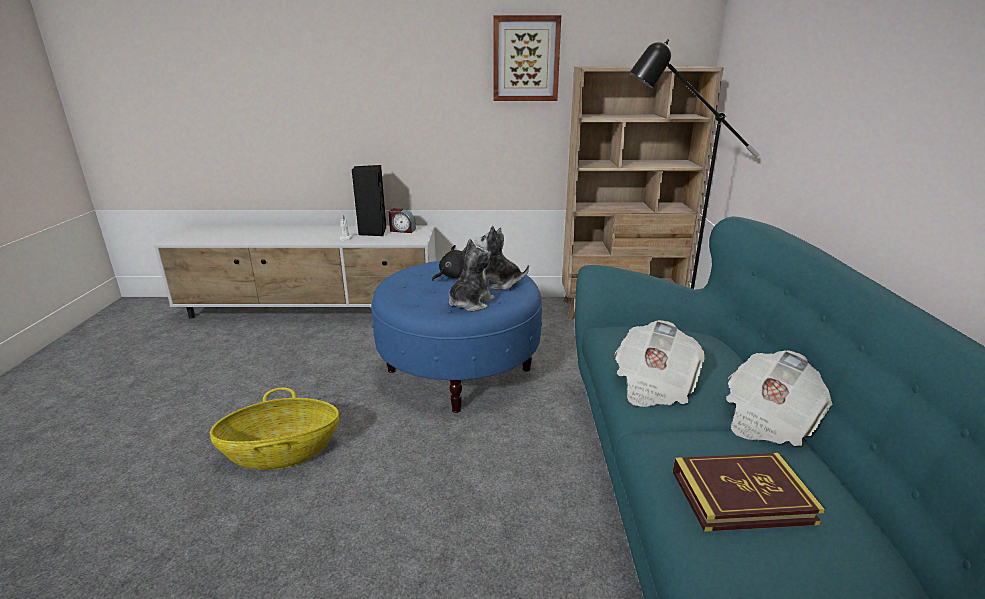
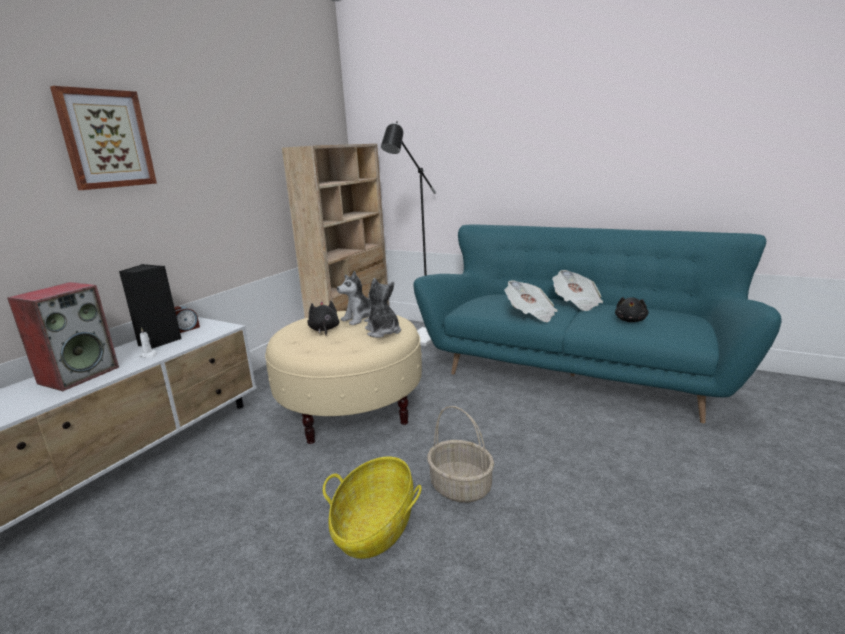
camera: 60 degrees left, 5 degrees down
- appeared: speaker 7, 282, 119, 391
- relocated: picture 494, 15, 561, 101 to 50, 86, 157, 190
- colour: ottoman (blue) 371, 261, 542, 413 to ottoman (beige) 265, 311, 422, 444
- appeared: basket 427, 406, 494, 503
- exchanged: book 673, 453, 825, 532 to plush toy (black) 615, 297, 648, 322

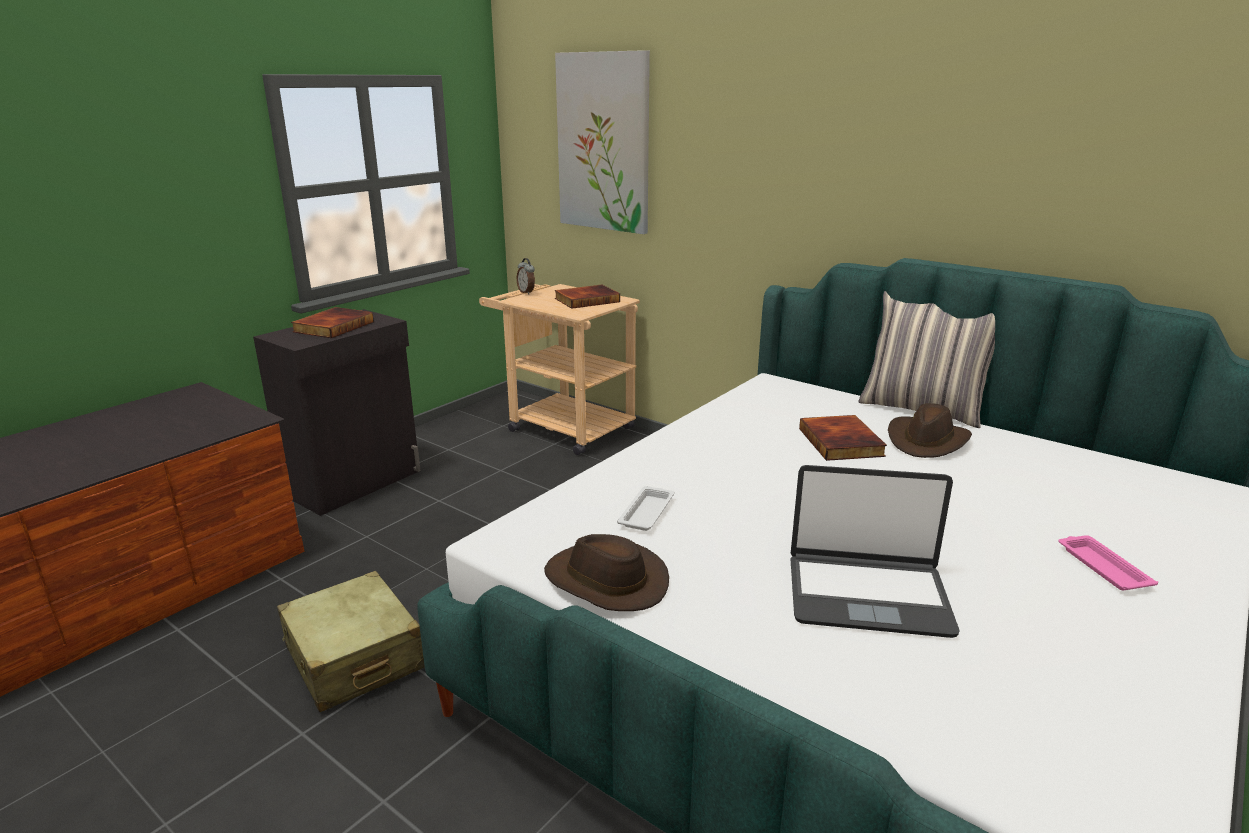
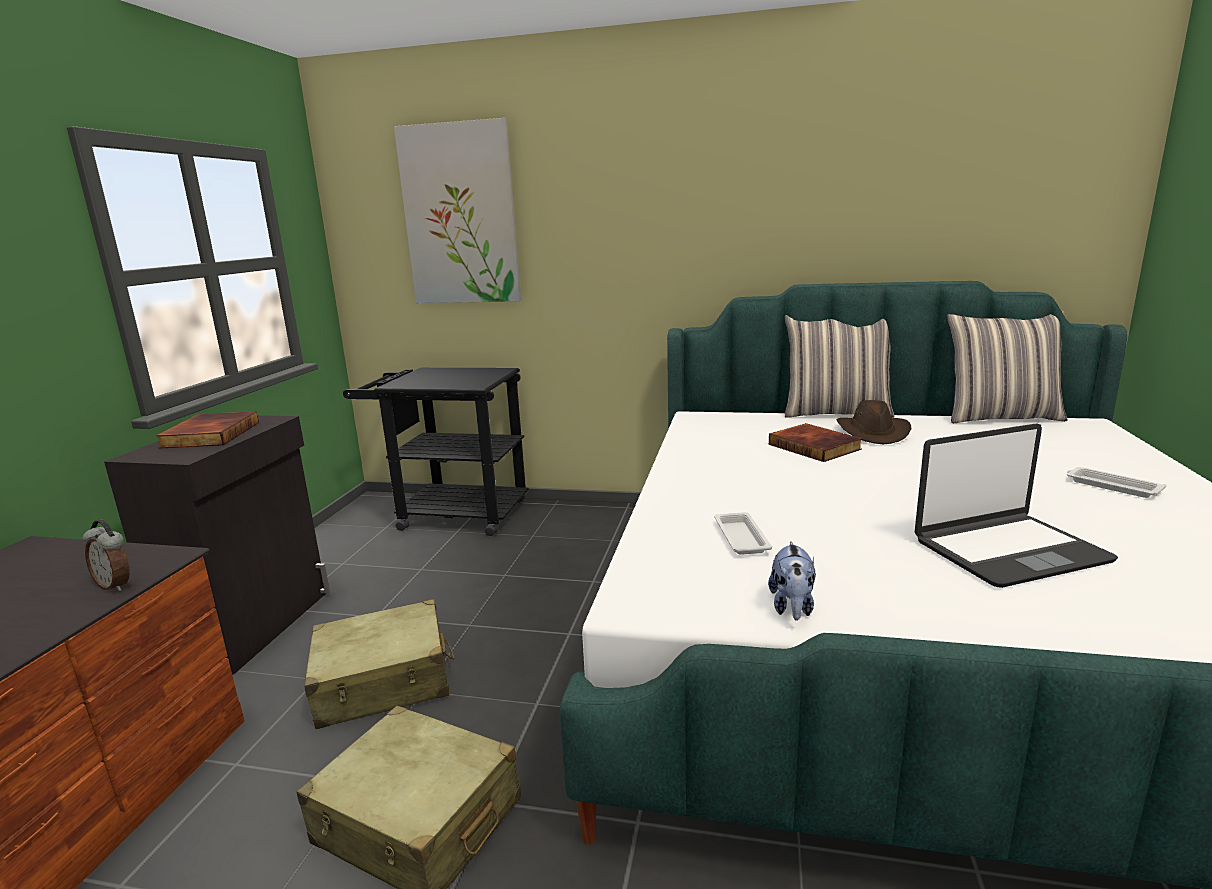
camera: 25 degrees left, 5 degrees down
- relocated: alarm clock 517, 258, 535, 294 to 83, 520, 130, 592
- appeared: suitcase (beige) 304, 599, 455, 729
- colour: cart (beige) 479, 284, 640, 455 to cart (black) 343, 368, 529, 536
- exchanged: hat (brown) 544, 534, 669, 611 to plush toy 768, 541, 816, 621
- appeared: pillow 947, 311, 1068, 423
- colour: tray (pink) 1058, 535, 1158, 590 to tray (white) 1067, 467, 1166, 498
- missing: book 555, 285, 620, 309

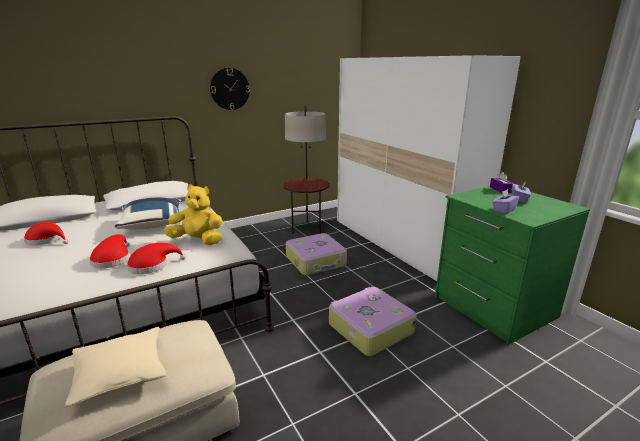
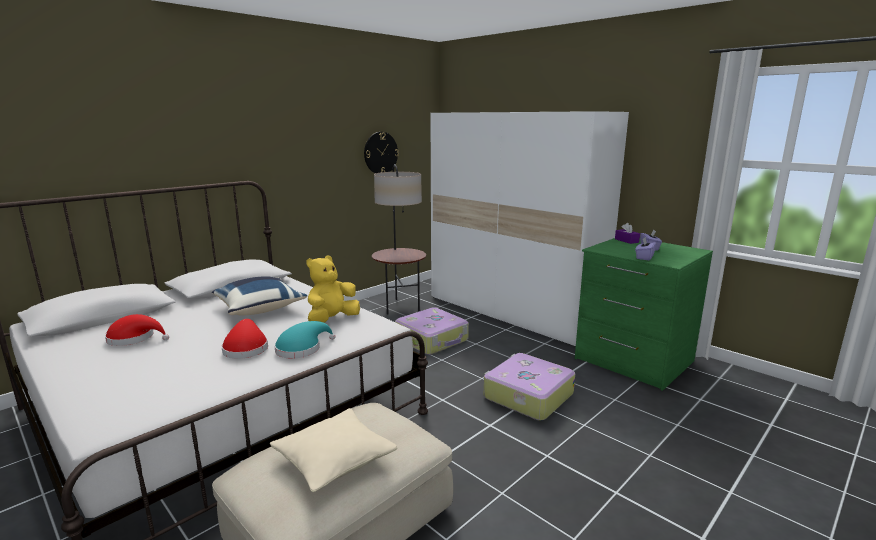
camera: 15 degrees left, 5 degrees down
- colour: hat (red) 127, 243, 186, 274 to hat (turquoise) 274, 321, 336, 358
- spun: plush toy (yellow) 164, 184, 223, 245 = 307, 255, 360, 323 45 degrees counterclockwise
- relocated: wall clock 210, 68, 250, 110 to 364, 132, 399, 173

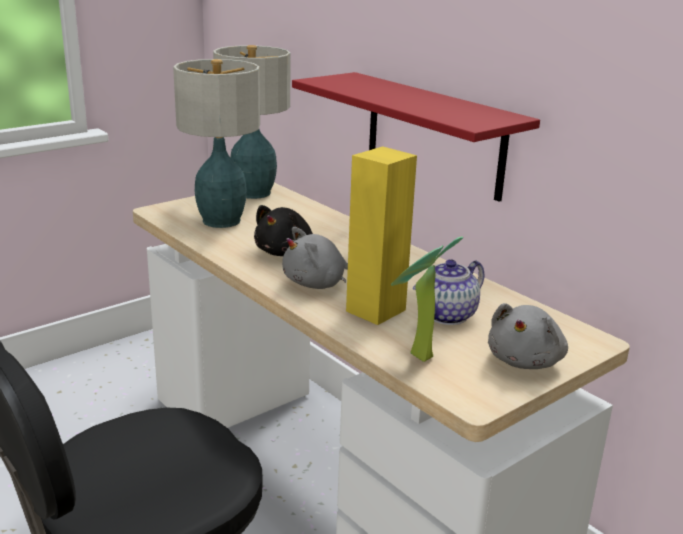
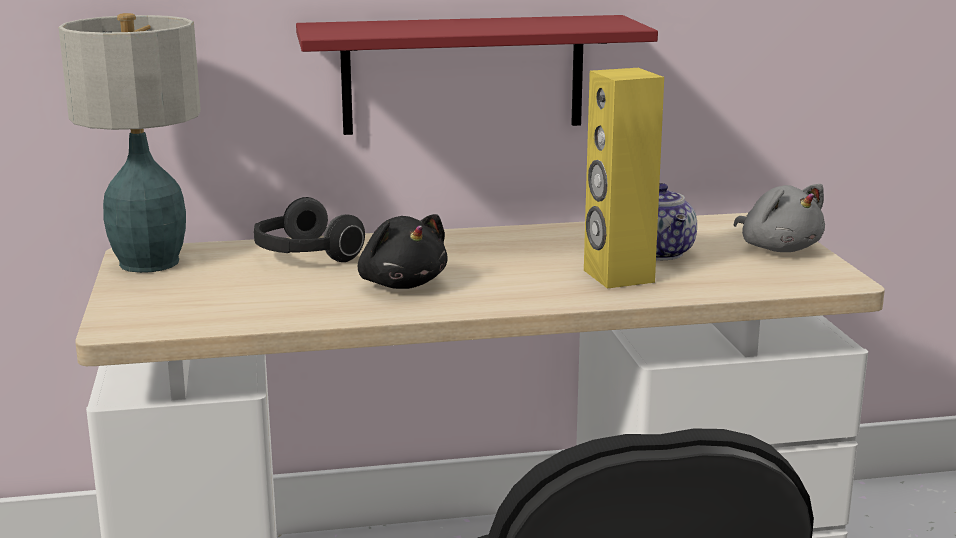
camera: 60 degrees left, 5 degrees down
- appeared: headphones 254, 197, 365, 262
- missing: table lamp 173, 59, 260, 228
- missing: plush toy (grey) 282, 227, 348, 289
- missing: potted plant 391, 237, 463, 362

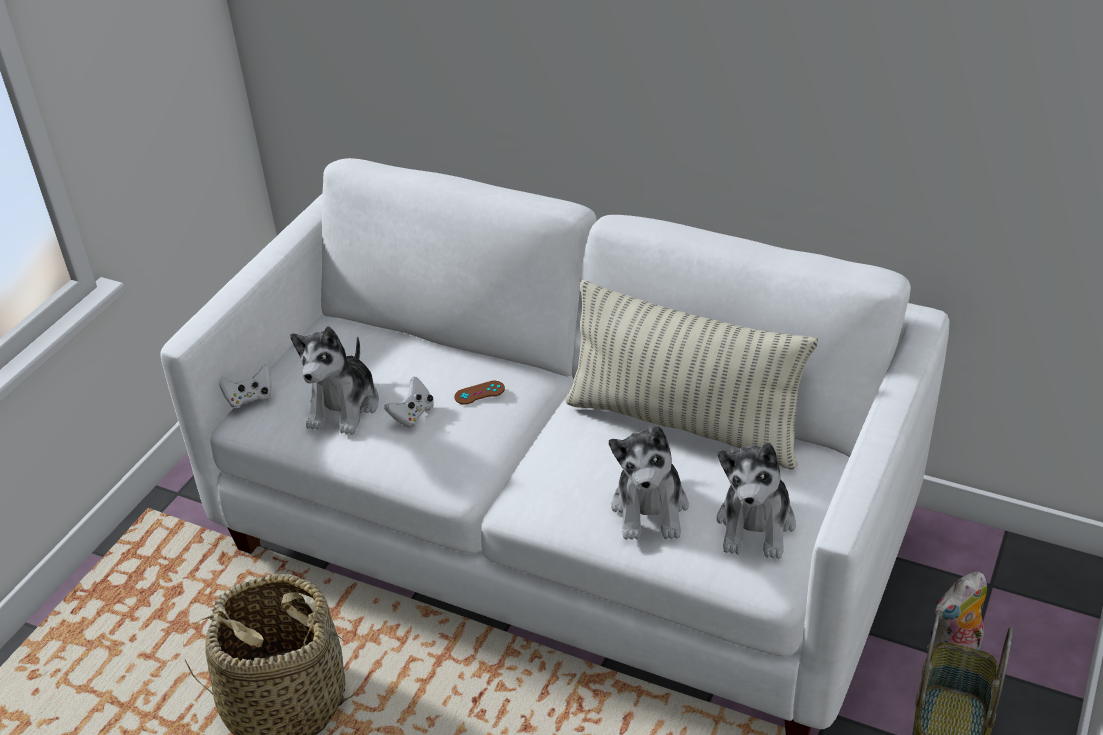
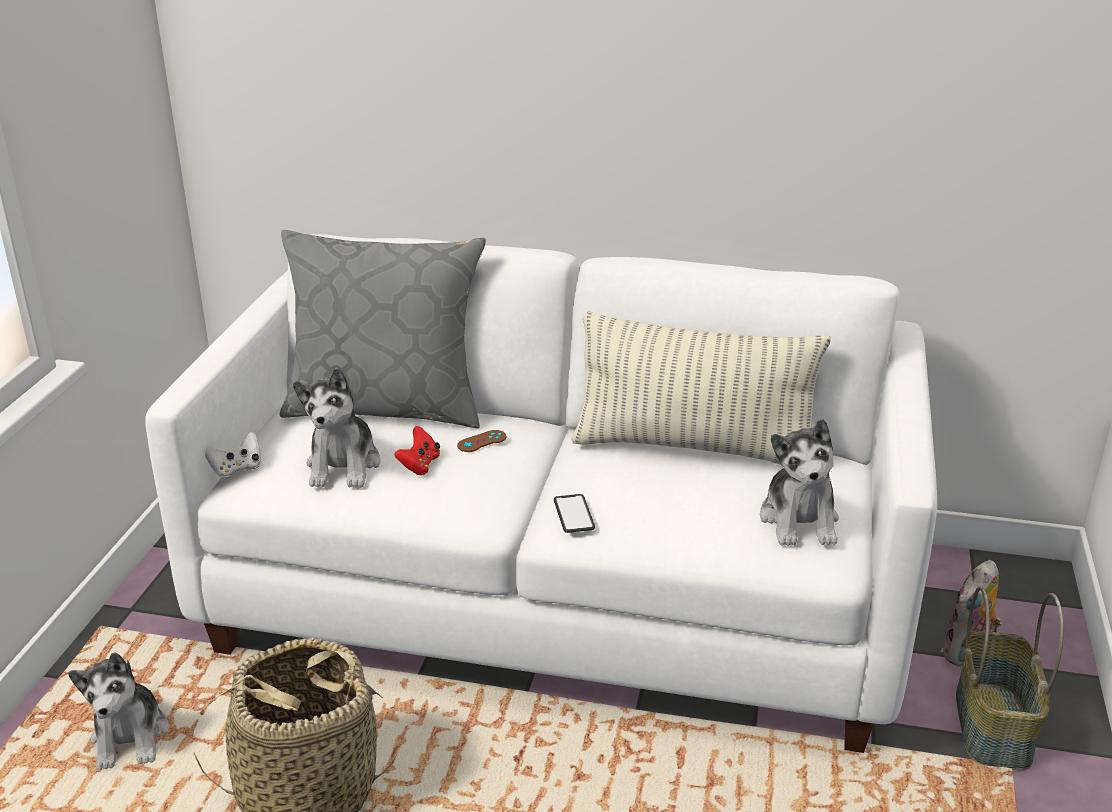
camera: 15 degrees left, 10 degrees down
- relocated: plush toy 609, 426, 689, 540 to 68, 652, 169, 770
- appeared: pillow (grey) 280, 230, 486, 428
- colour: game controller (white) 384, 376, 434, 428 to game controller (red) 394, 426, 440, 475
- appeared: phone 554, 494, 595, 533

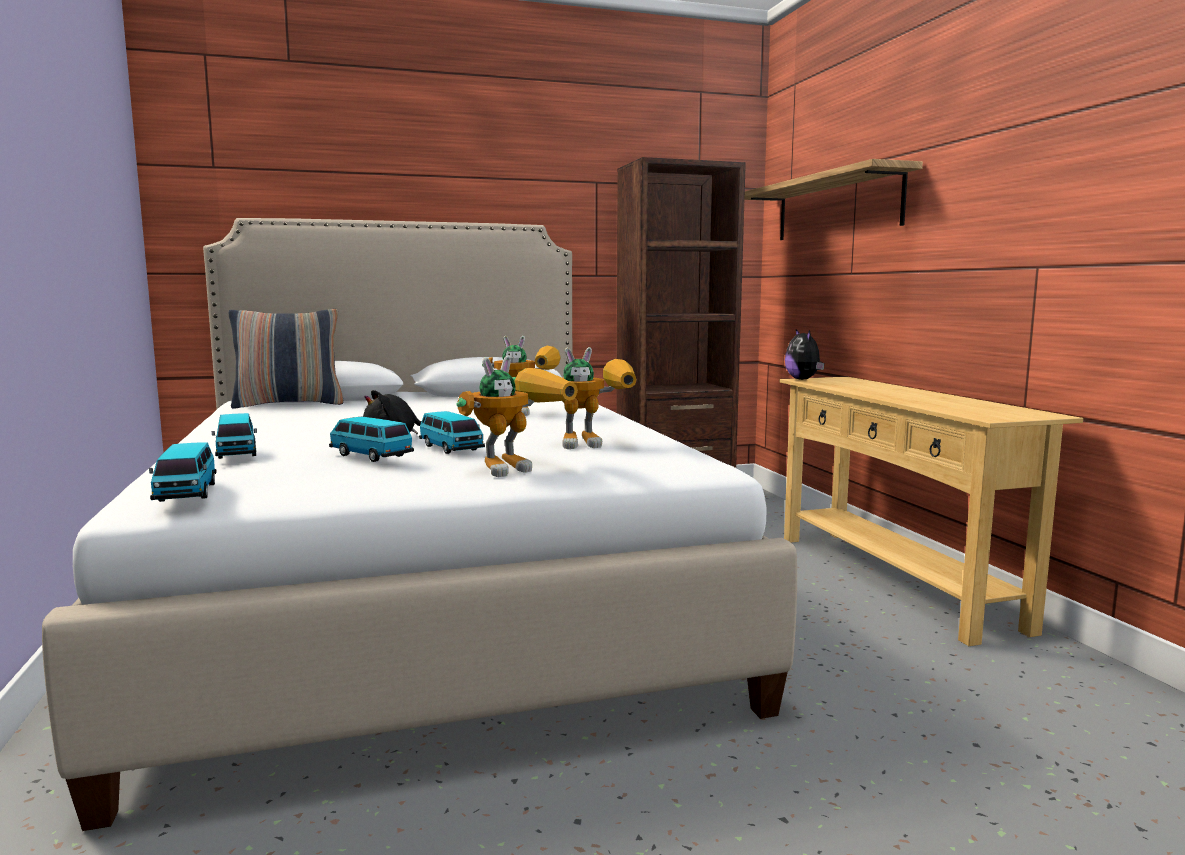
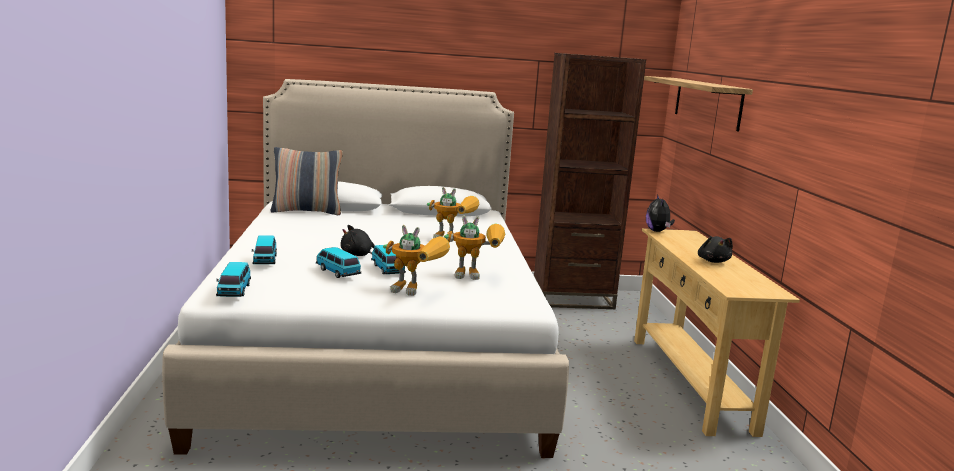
camera: 10 degrees right, 5 degrees up
- spun: toy robot 457, 356, 578, 477 = 383, 225, 450, 296 45 degrees clockwise
- appeared: plush toy (black) 698, 236, 733, 263

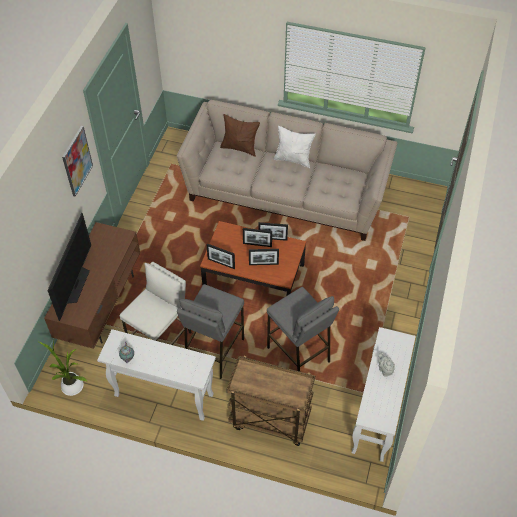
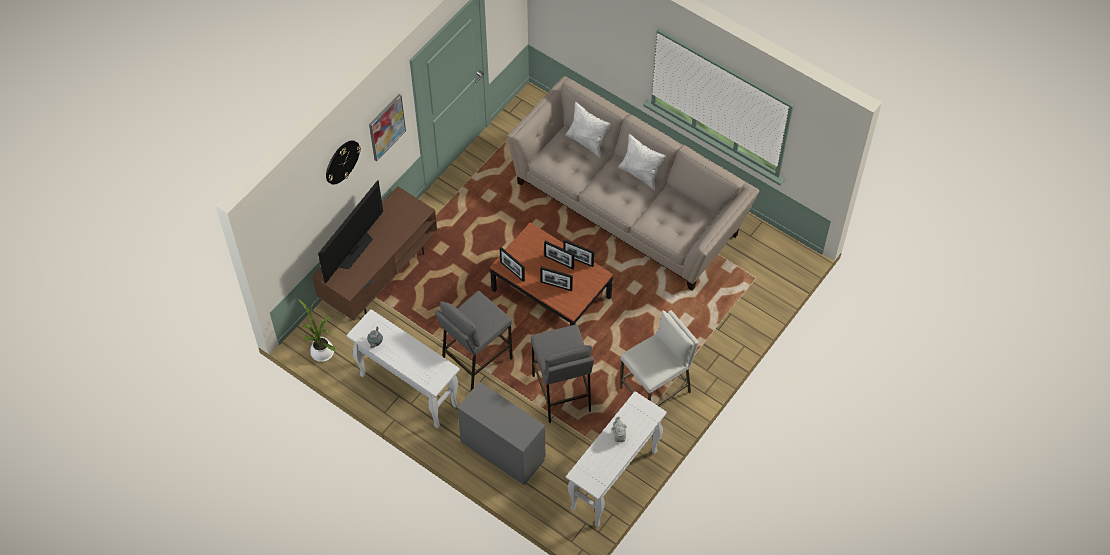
camera: 20 degrees right, 5 degrees up
- appeared: wall clock 326, 140, 361, 185
- exchanged: cart (brown) 227, 356, 315, 446 to dresser (grey) 457, 382, 545, 485
- colour: pillow (brown) 220, 114, 260, 157 to pillow (white) 566, 101, 611, 158
- relocated: stool (white) 120, 262, 192, 345 to 620, 310, 699, 406

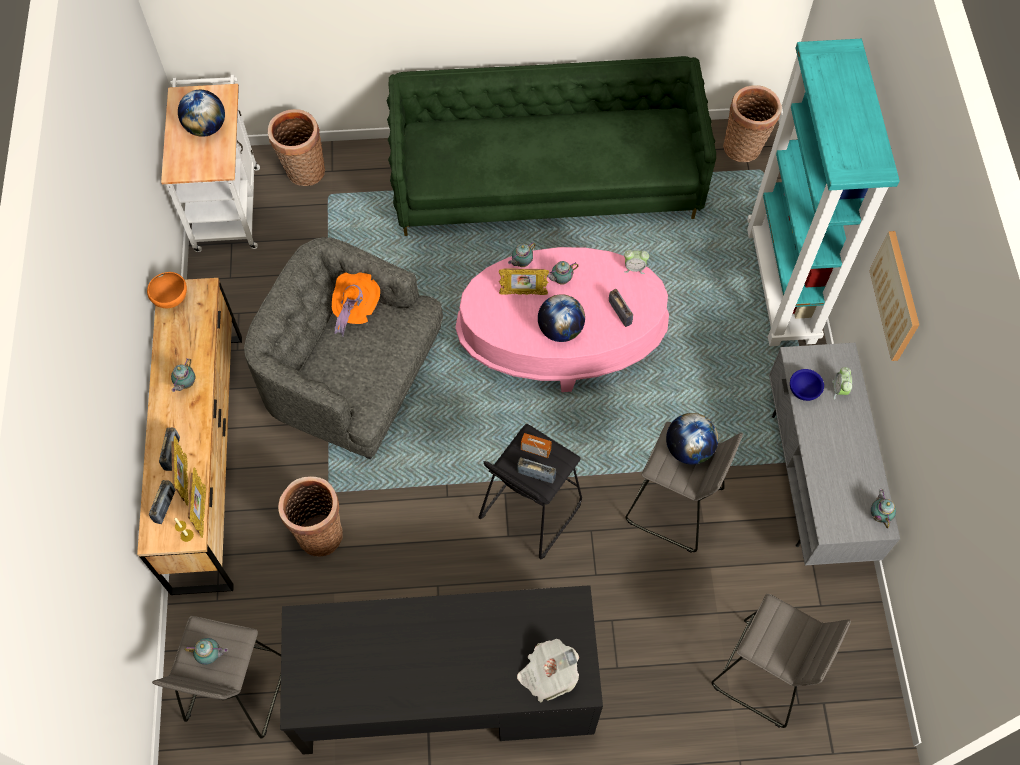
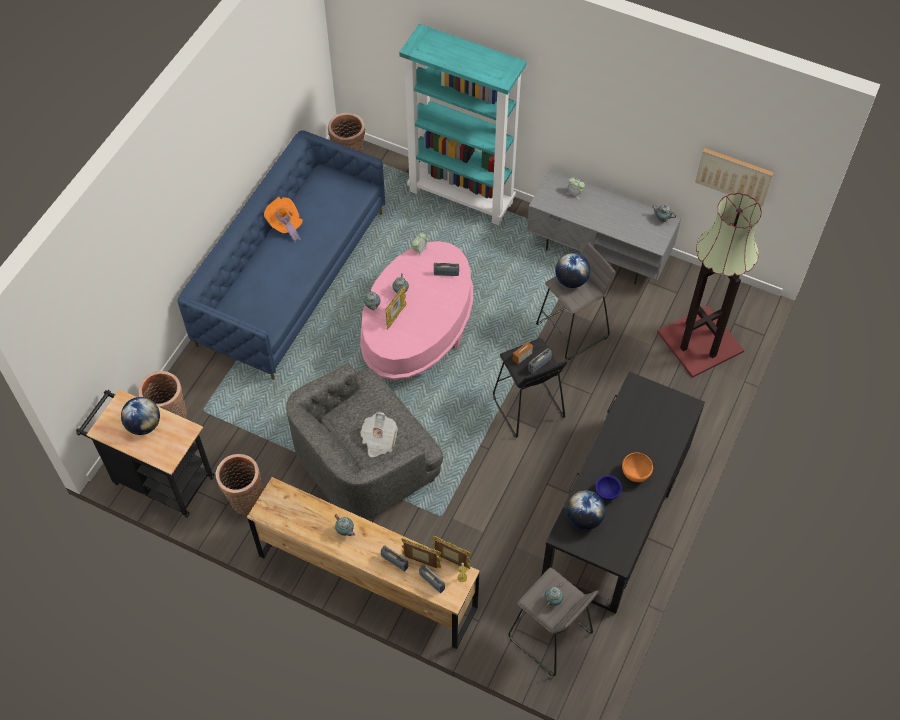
camera: 60 degrees left, 5 degrees down
- colour: cart (white) 161, 75, 260, 252 to cart (black) 76, 389, 214, 518
- colour: sofa (green) 386, 56, 716, 236 to sofa (blue) 177, 130, 385, 380
- relocated: basket 278, 476, 343, 557 to 216, 454, 263, 515
- relocated: hat (orange) 332, 272, 380, 337 to 264, 197, 303, 243
- relocated: newspaper 517, 639, 579, 703 to 360, 412, 398, 457
- relocated: globe 538, 294, 585, 342 to 566, 490, 606, 530
- relocated: bowl (blue) 790, 369, 824, 401 to 595, 475, 622, 500
- relocated: bowl (orange) 147, 272, 187, 308 to 622, 452, 653, 482
- exchanged: stool (grey) 712, 594, 851, 728 to floor lamp 657, 193, 762, 378
- relocated: picture 869, 231, 919, 361 to 695, 148, 774, 206

